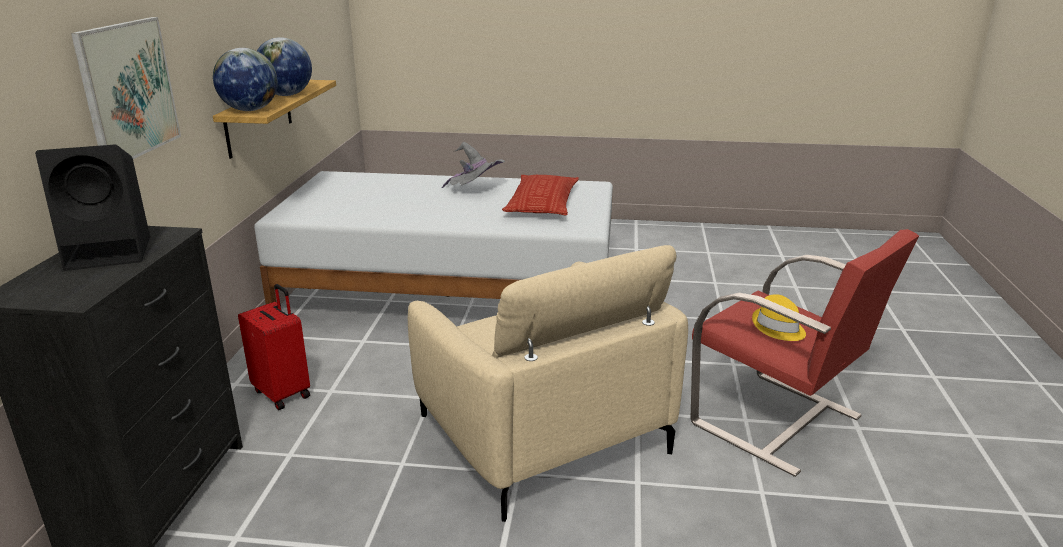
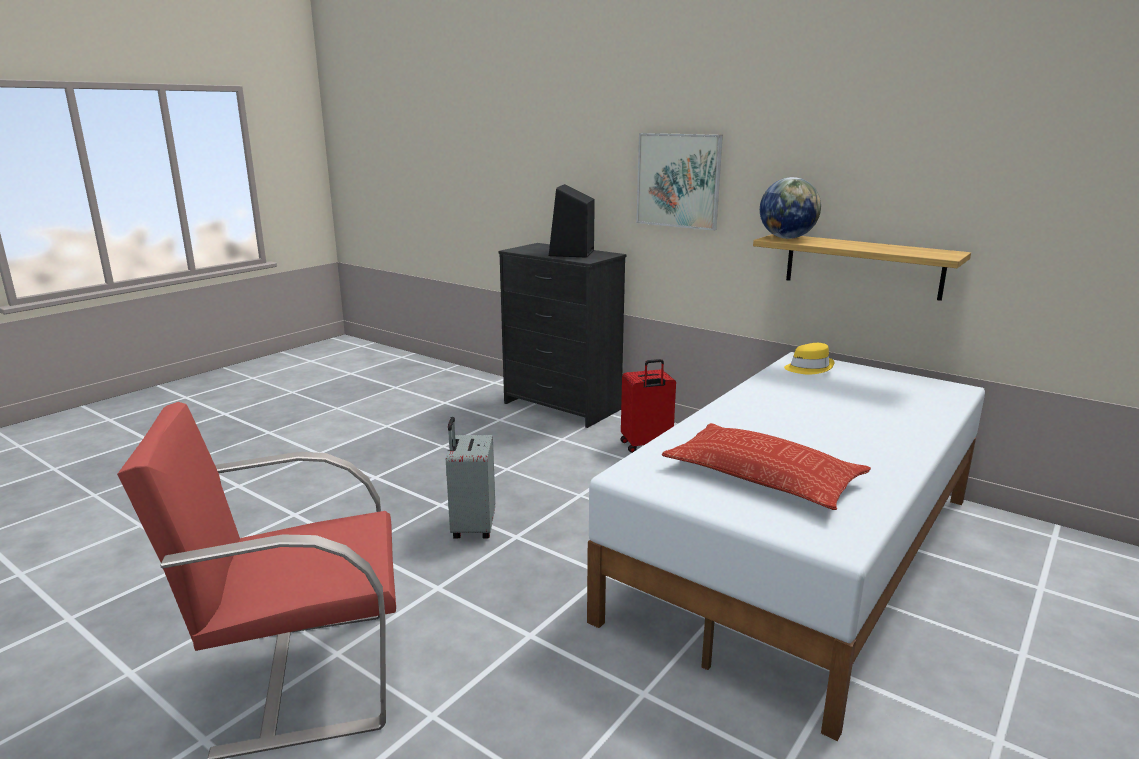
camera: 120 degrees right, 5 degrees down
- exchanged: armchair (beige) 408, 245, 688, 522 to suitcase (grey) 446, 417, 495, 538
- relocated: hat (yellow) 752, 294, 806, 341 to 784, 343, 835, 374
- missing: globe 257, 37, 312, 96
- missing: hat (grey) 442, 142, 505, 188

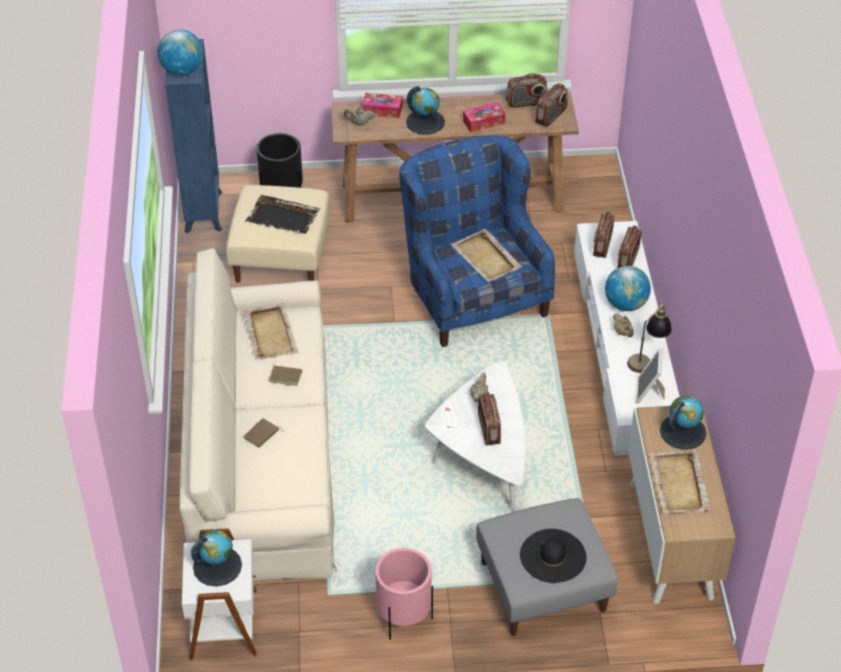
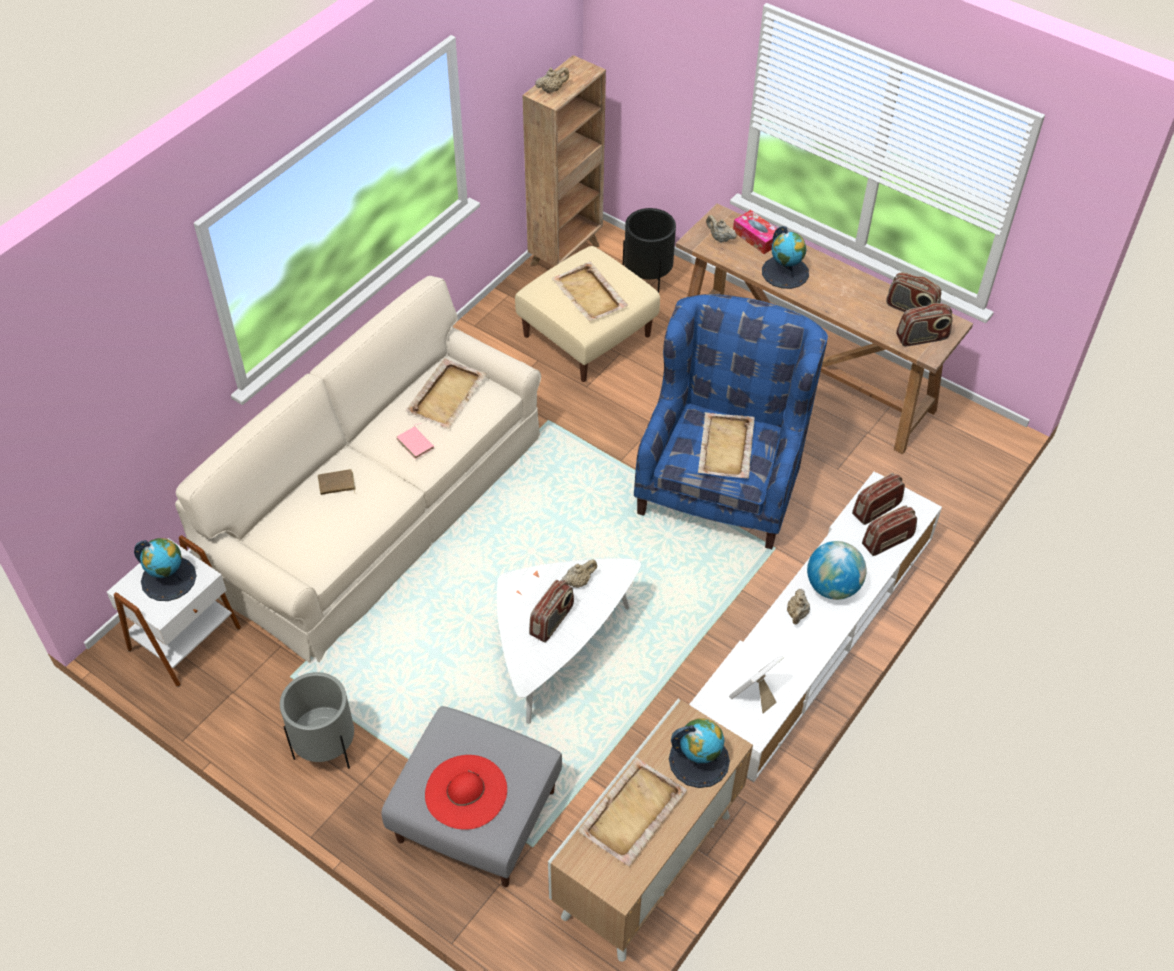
camera: 40 degrees right, 5 degrees up
- colour: planter (pink) 375, 548, 433, 640 to planter (grey) 280, 672, 354, 769
- colour: book (brown) 269, 361, 302, 386 to book (pink) 397, 423, 434, 459
- colour: hat (black) 520, 529, 586, 583 to hat (red) 425, 755, 507, 830
- colour: bookcase (blue) 165, 39, 222, 233 to bookcase (brown) 522, 55, 606, 266
- exchanged: globe 158, 29, 203, 76 to teapot (beige) 535, 67, 569, 93
- colour: tray (black) 245, 195, 320, 234 to tray (beige) 551, 262, 628, 322
- missing: tissue box 463, 102, 505, 132
- missing: table lamp 627, 303, 672, 373

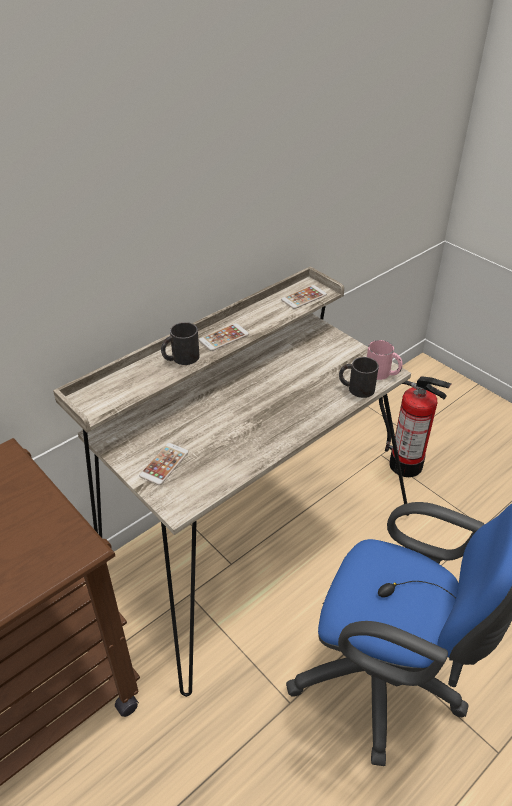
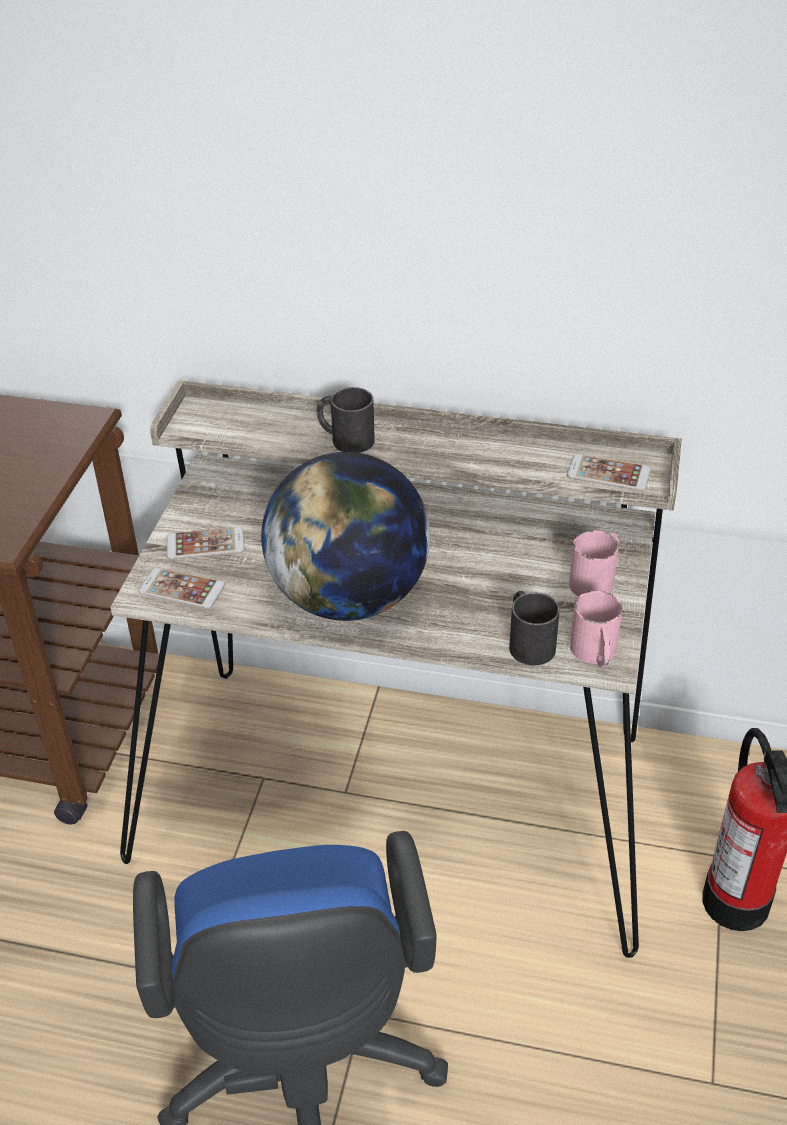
camera: 55 degrees right, 0 degrees up
- relocated: phone 199, 323, 249, 351 to 138, 567, 225, 609
- appeared: globe 261, 452, 430, 621
- appeared: mug (pink) 569, 530, 619, 597

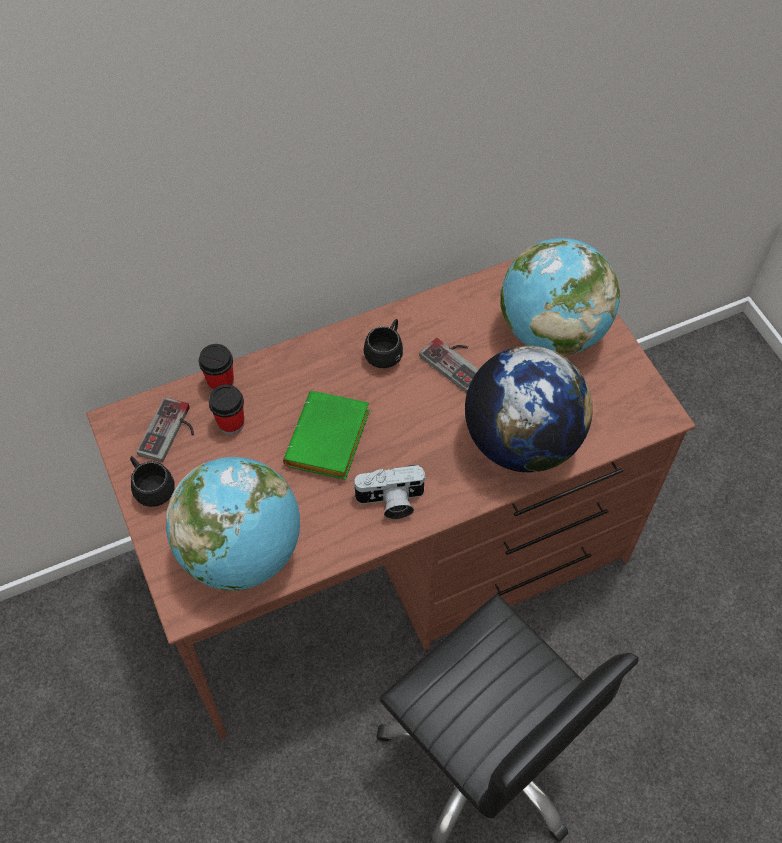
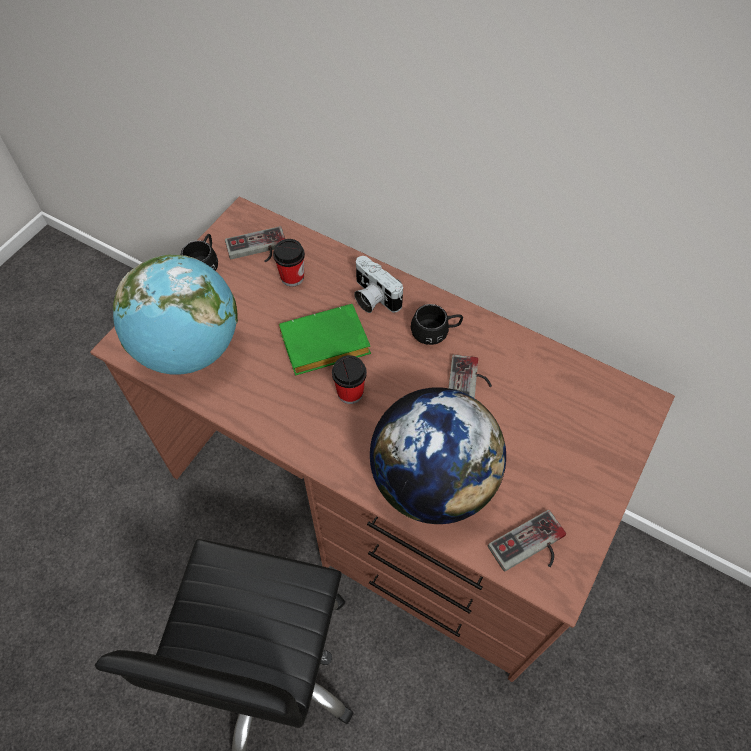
camera: 55 degrees right, 0 degrees up
- relocated: cup 198, 344, 234, 391 to 332, 355, 367, 404
- relocated: photo camera 352, 465, 427, 519 to 354, 256, 403, 313
- appeared: game controller 488, 510, 566, 572
- missing: globe 500, 238, 620, 356

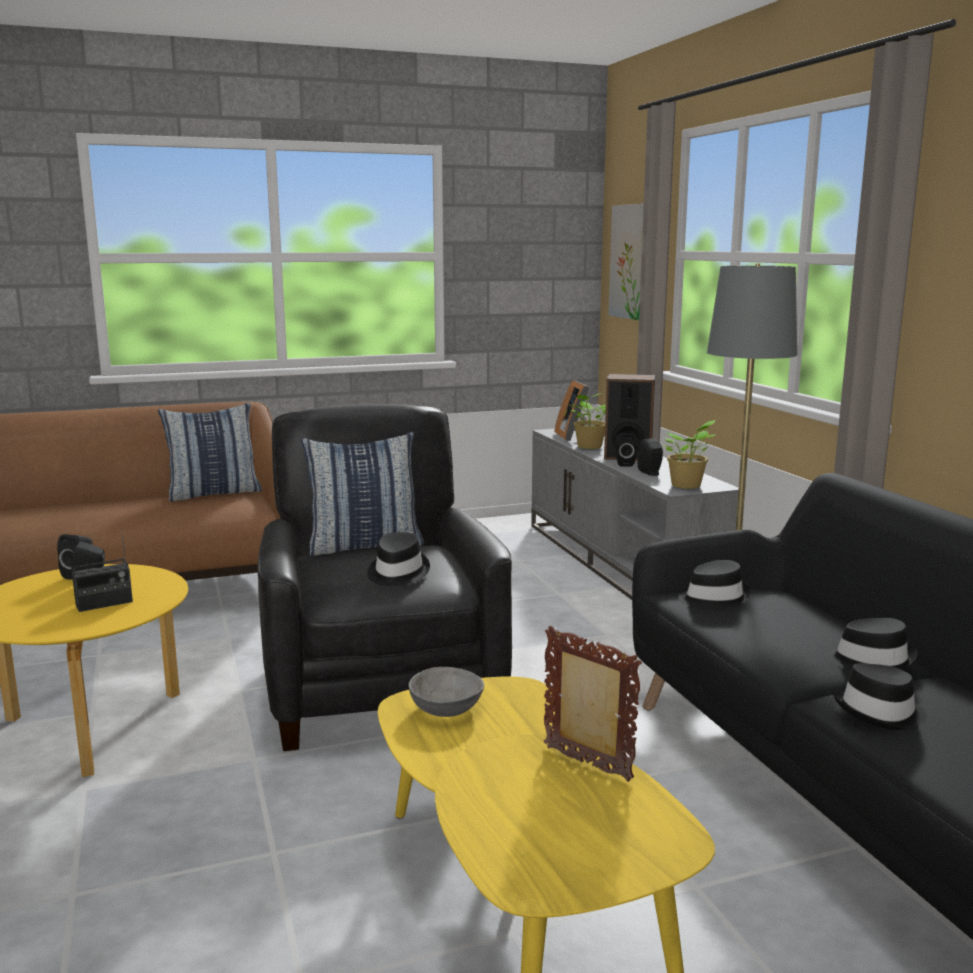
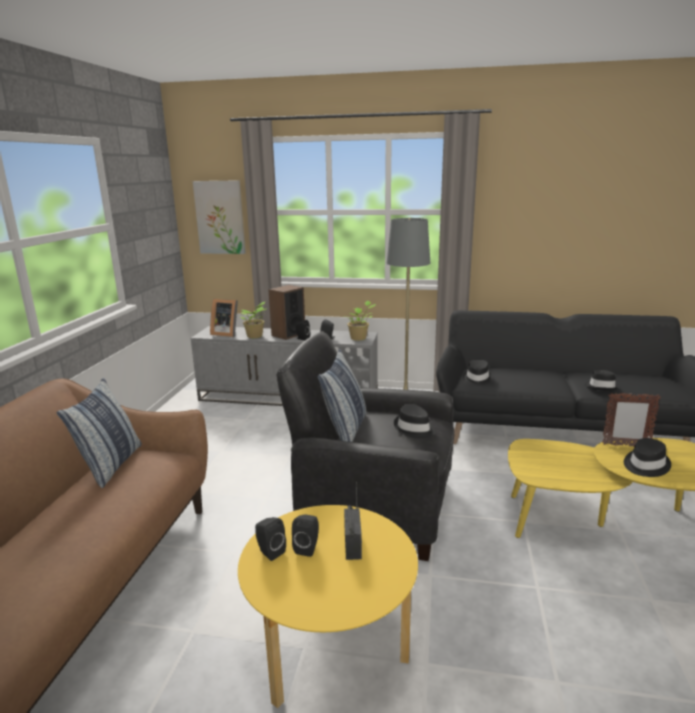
camera: 60 degrees left, 5 degrees up
- spun: picture frame 544, 626, 642, 782 = 602, 392, 661, 447 150 degrees counterclockwise
- relocated: hat (black) 826, 618, 917, 671 to 624, 438, 671, 477
- missing: bowl (grey) 408, 667, 484, 717

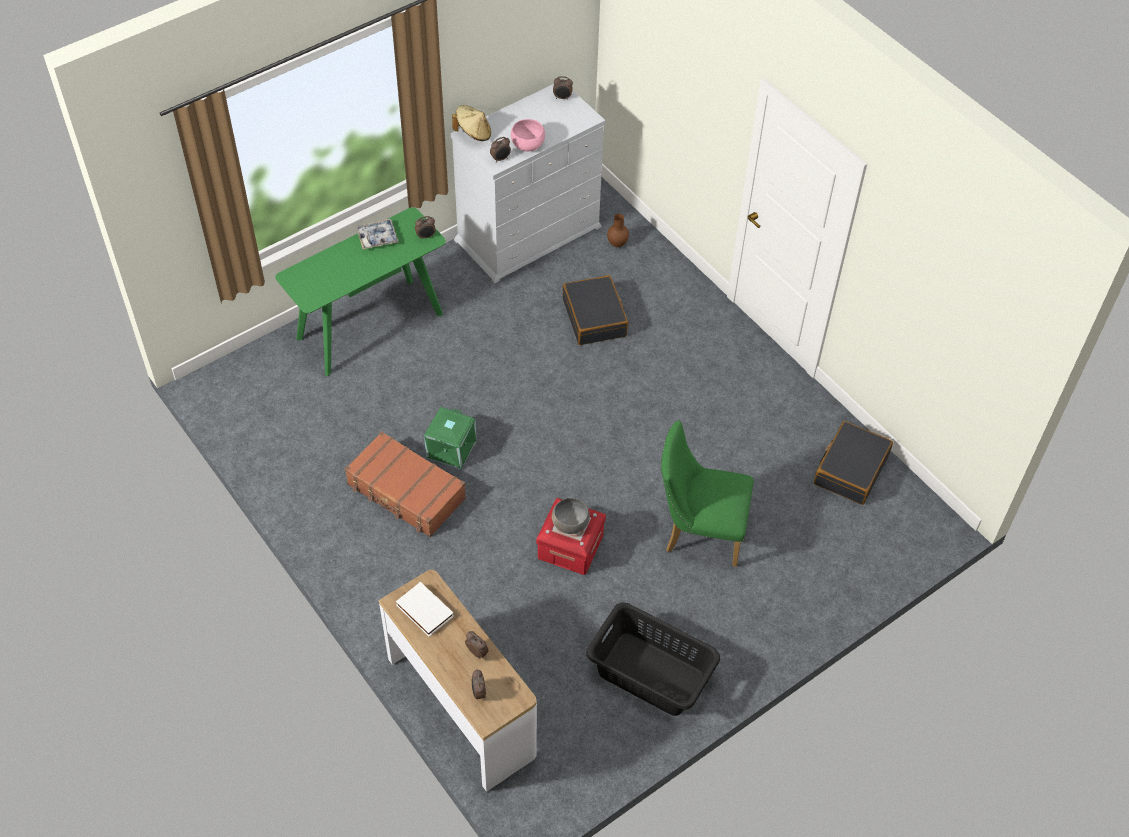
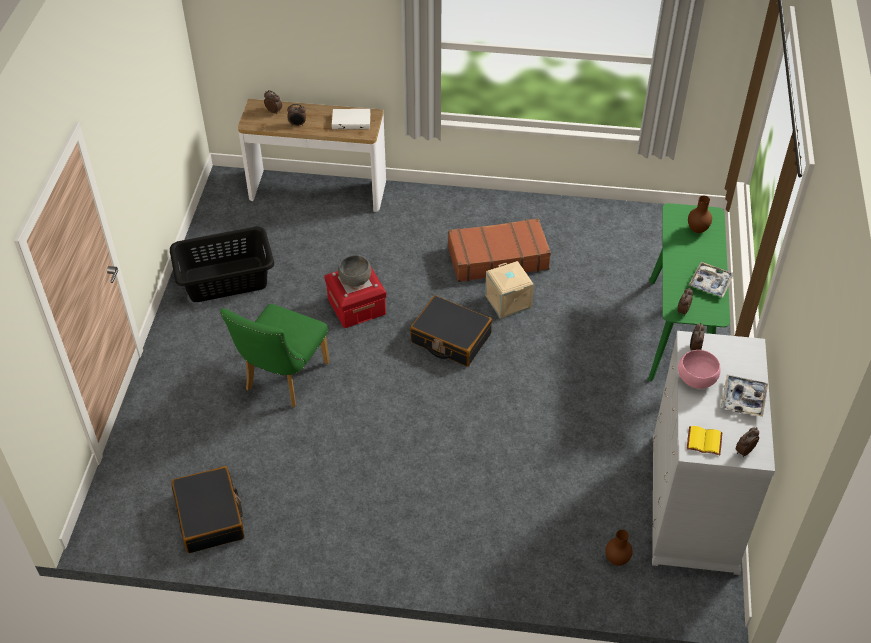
camera: 135 degrees right, 5 degrees down
- spun: chair (green) 661, 420, 754, 567 = 220, 304, 329, 407 150 degrees clockwise
- relocated: suitcase (black) 562, 275, 628, 345 to 410, 295, 492, 366
- colour: storage box (green) 424, 407, 477, 470 to storage box (beige) 485, 261, 534, 319
- appeared: book (yellow) 687, 426, 722, 455
- appeared: vase (brown) 688, 196, 712, 233
- appeared: tray 721, 375, 768, 417
- missing: hat (beige) 452, 105, 491, 141

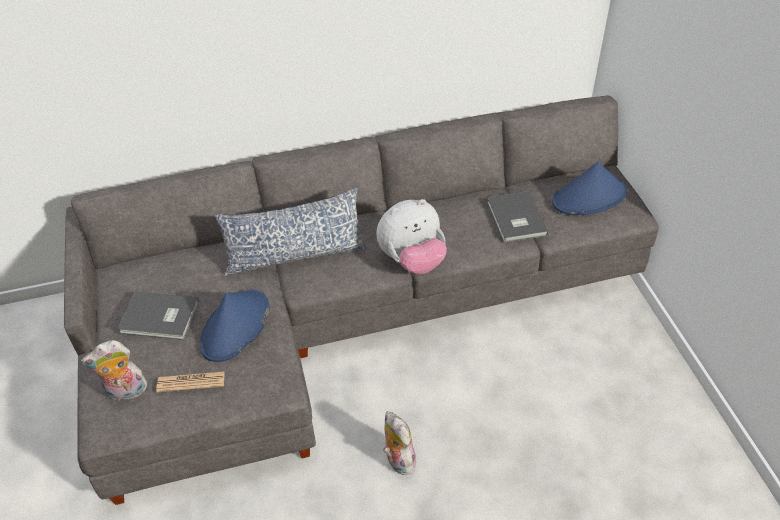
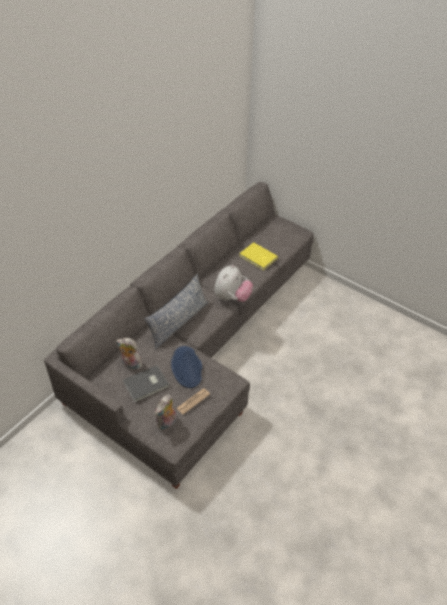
camera: 40 degrees left, 0 degrees up
- relocated: plush toy 383, 411, 416, 475 to 116, 338, 142, 370
- colour: book (grey) 487, 191, 548, 243 to book (yellow) 239, 242, 278, 270
- missing: hat (blue) 552, 162, 627, 215

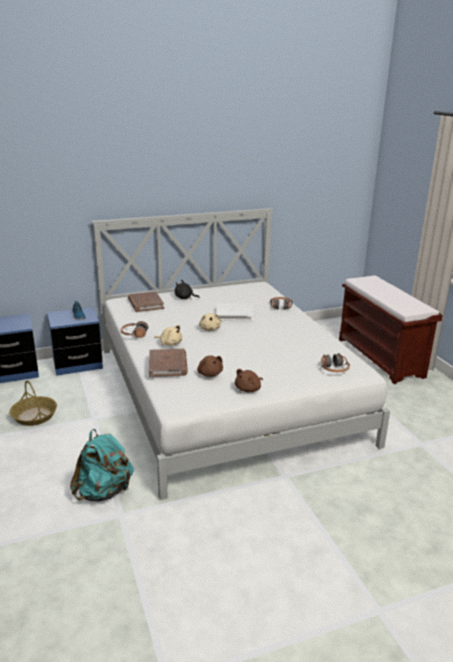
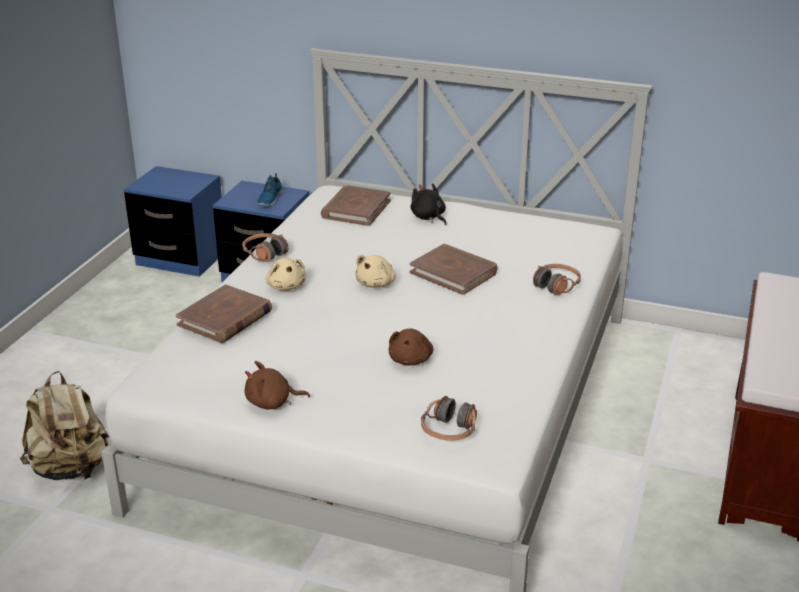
camera: 40 degrees right, 5 degrees up
- colour: backpack (turquoise) 70, 429, 134, 502 to backpack (beige) 20, 371, 109, 481
- relocated: plush toy (brown) 197, 355, 223, 377 to 389, 328, 433, 366
- colour: book (white) 216, 304, 253, 322 to book (brown) 410, 244, 498, 295
- missing: basket 9, 380, 57, 426

